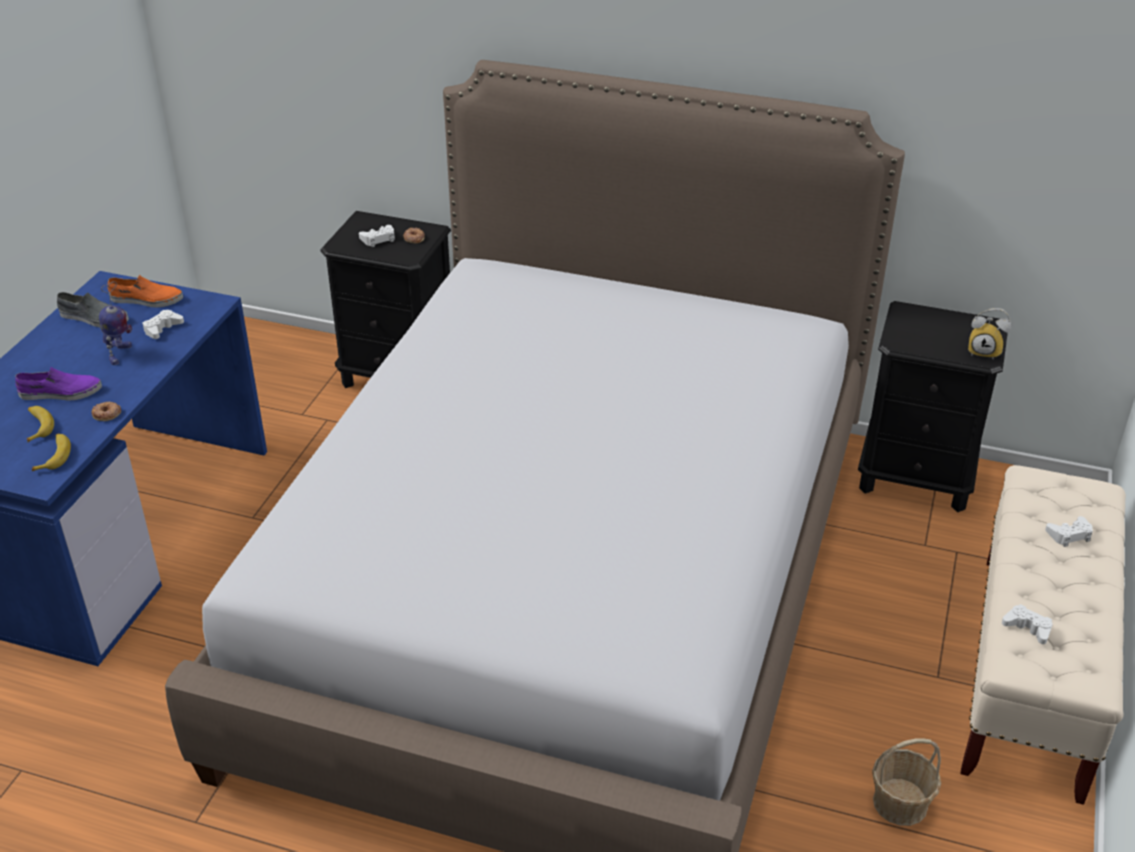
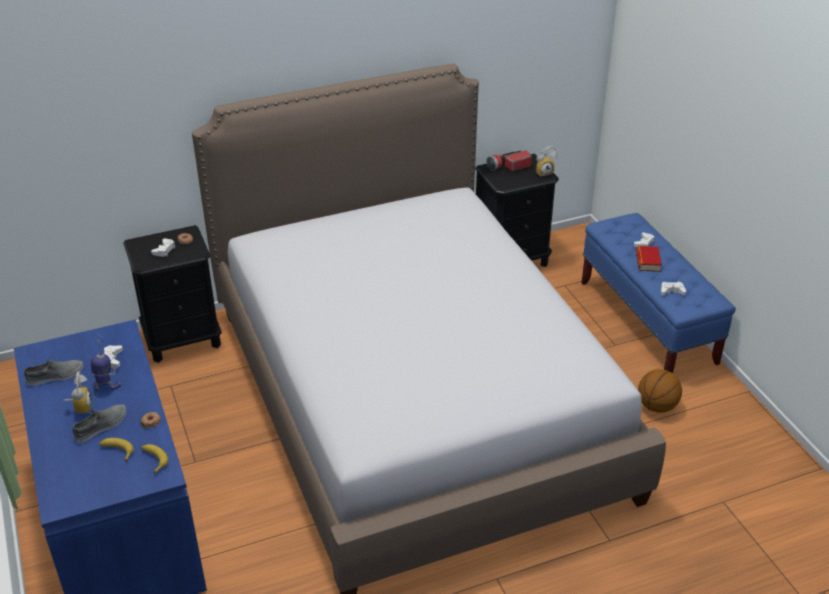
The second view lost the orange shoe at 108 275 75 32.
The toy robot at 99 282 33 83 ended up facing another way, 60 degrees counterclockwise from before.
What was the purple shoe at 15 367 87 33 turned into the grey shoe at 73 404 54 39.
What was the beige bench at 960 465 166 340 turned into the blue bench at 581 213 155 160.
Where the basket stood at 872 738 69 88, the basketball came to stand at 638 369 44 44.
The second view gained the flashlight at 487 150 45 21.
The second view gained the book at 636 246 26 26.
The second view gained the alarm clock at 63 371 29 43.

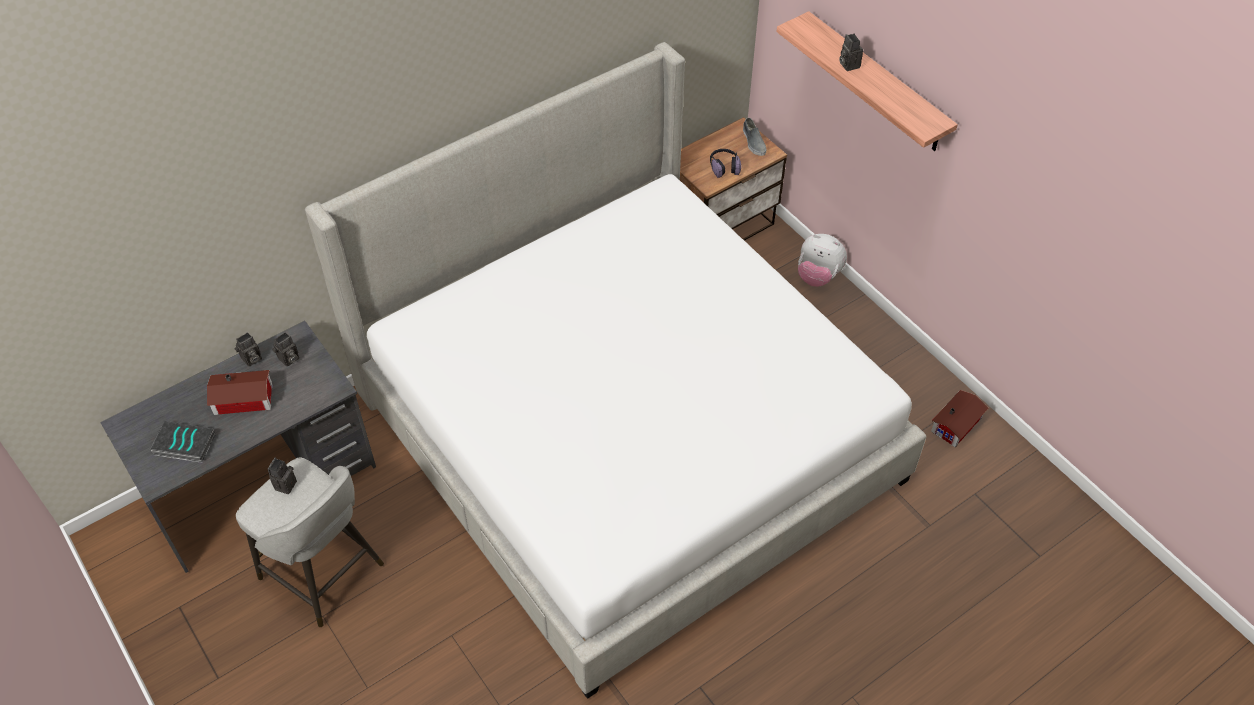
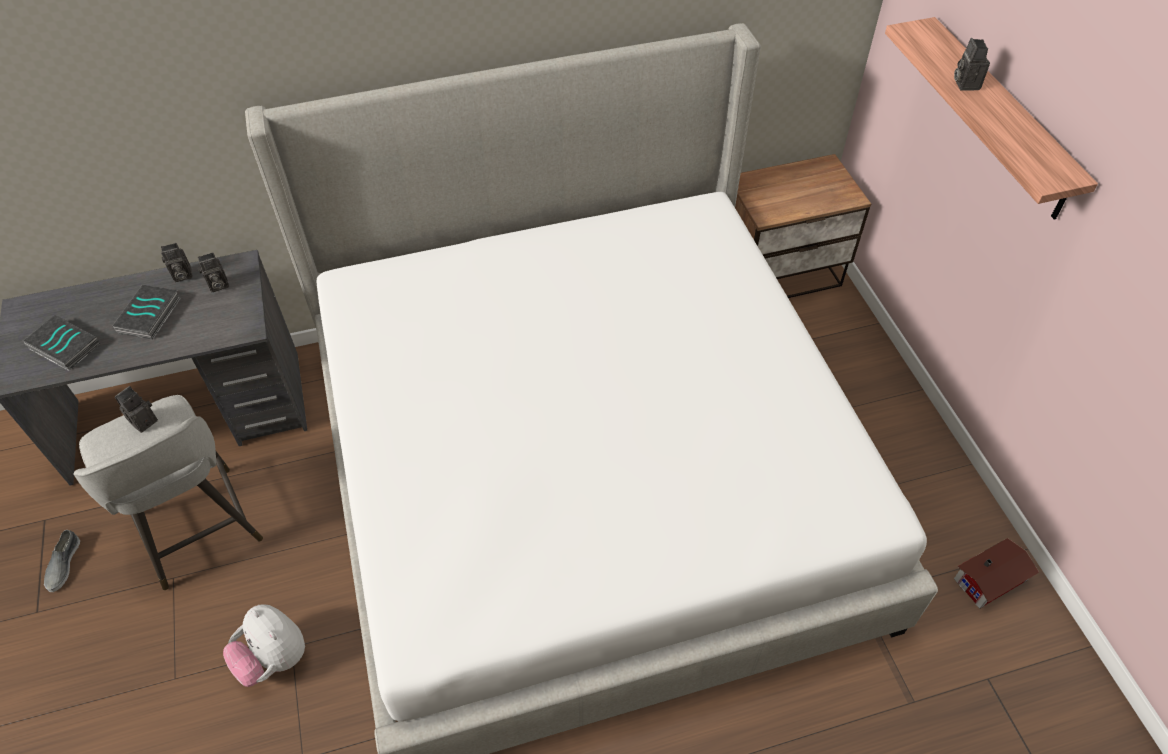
The grey shoe ended up elsewhere, having gone from 743 118 23 38 to 44 530 36 62.
The second view lost the headphones at 710 149 31 29.
The plush toy ended up elsewhere, having gone from 798 234 49 53 to 223 604 82 83.
Where the toy house stood at 207 370 65 45, the book came to stand at 113 285 68 55.

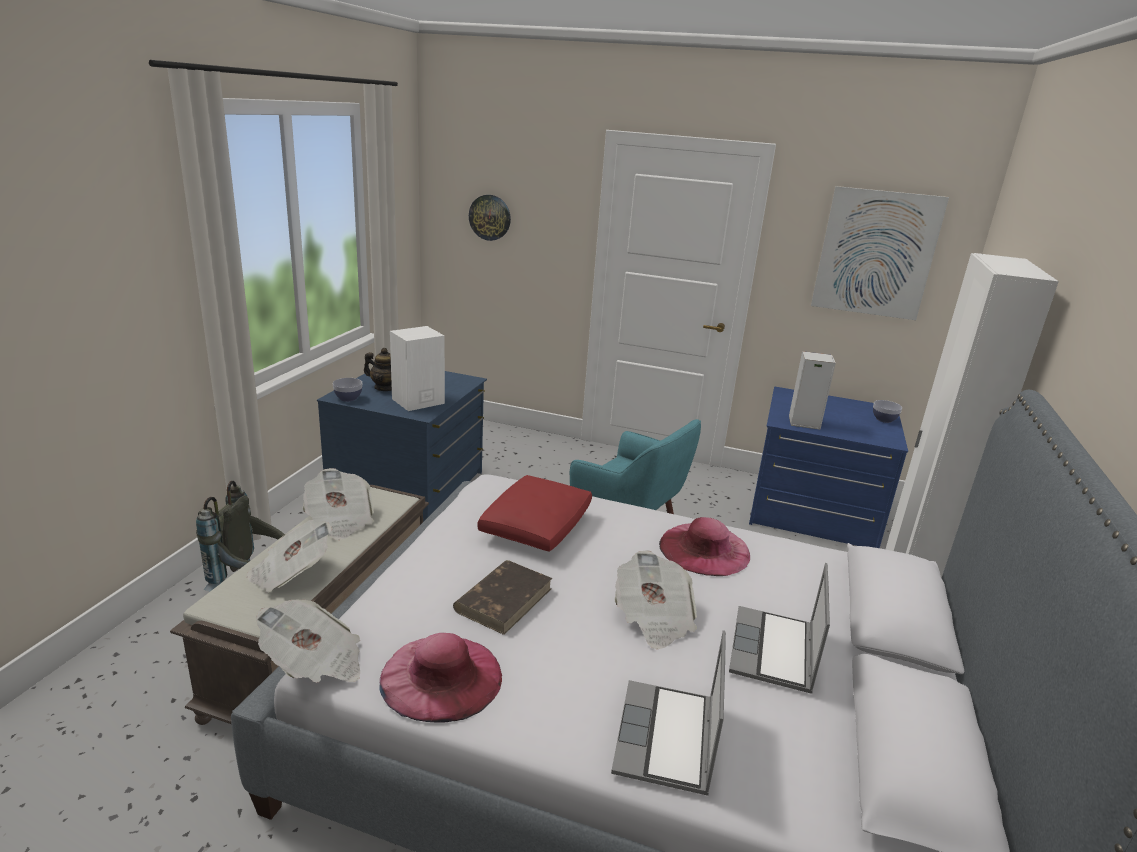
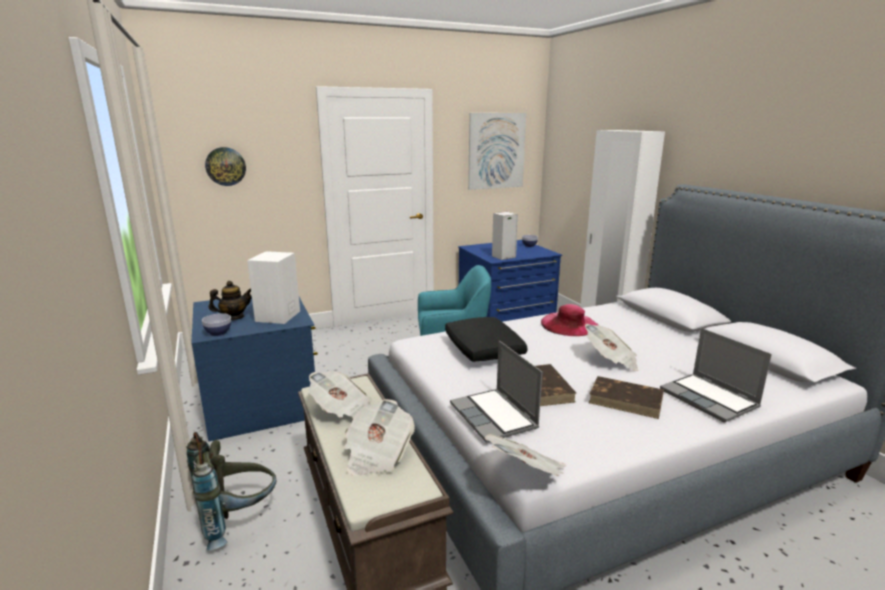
What was the red pillow at 477 475 115 77 turned into the black pillow at 445 317 82 45.
The laptop ended up elsewhere, having gone from 729 563 101 131 to 450 341 92 102.
The second view lost the pink hat at 379 633 123 90.
The second view gained the brown book at 589 376 75 43.

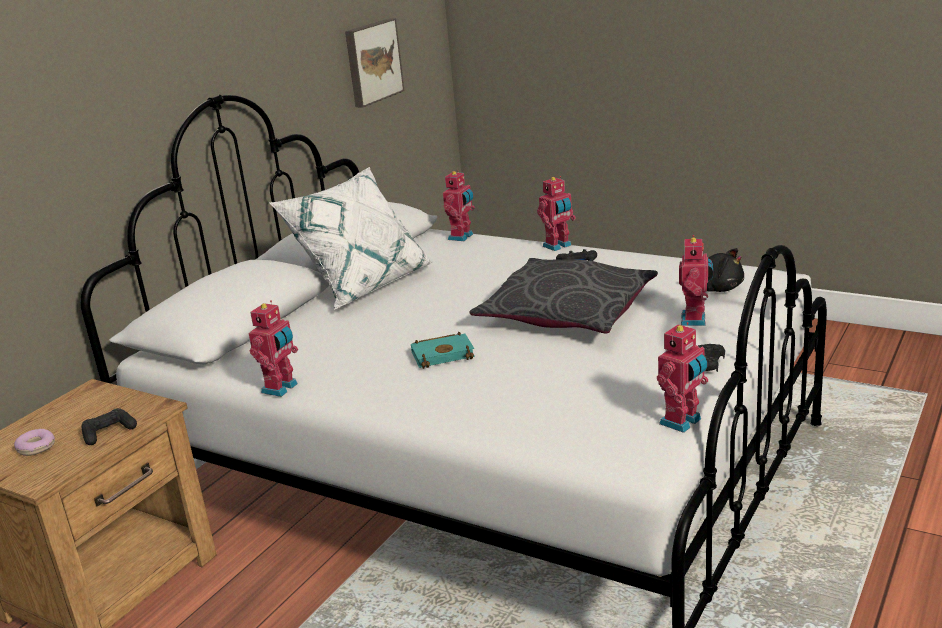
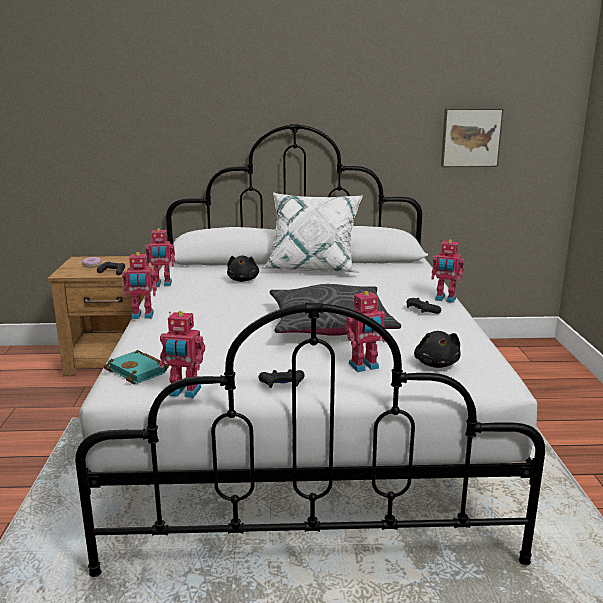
The toy robot ended up elsewhere, having gone from 443 170 32 71 to 122 252 35 67.
The turquoise book ended up elsewhere, having gone from 411 332 64 37 to 103 350 66 34.
The second view gained the black plush toy at 227 255 32 27.

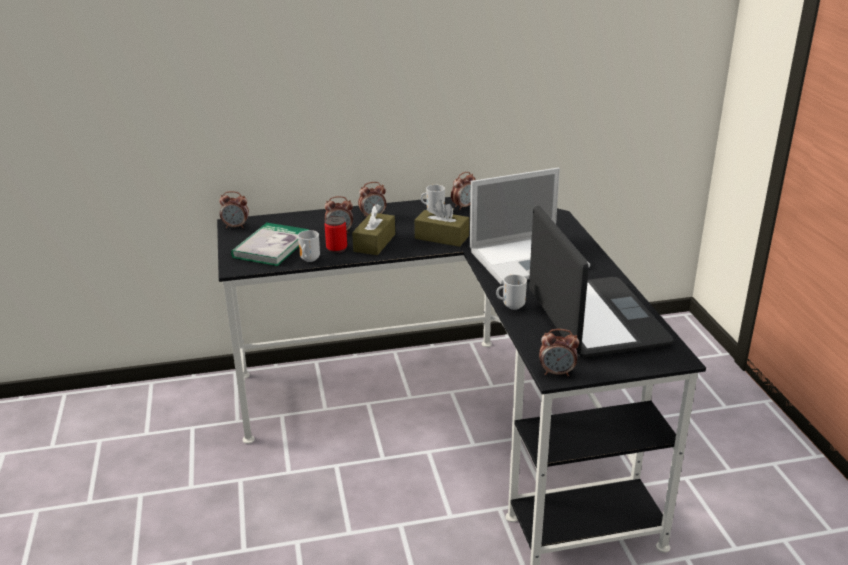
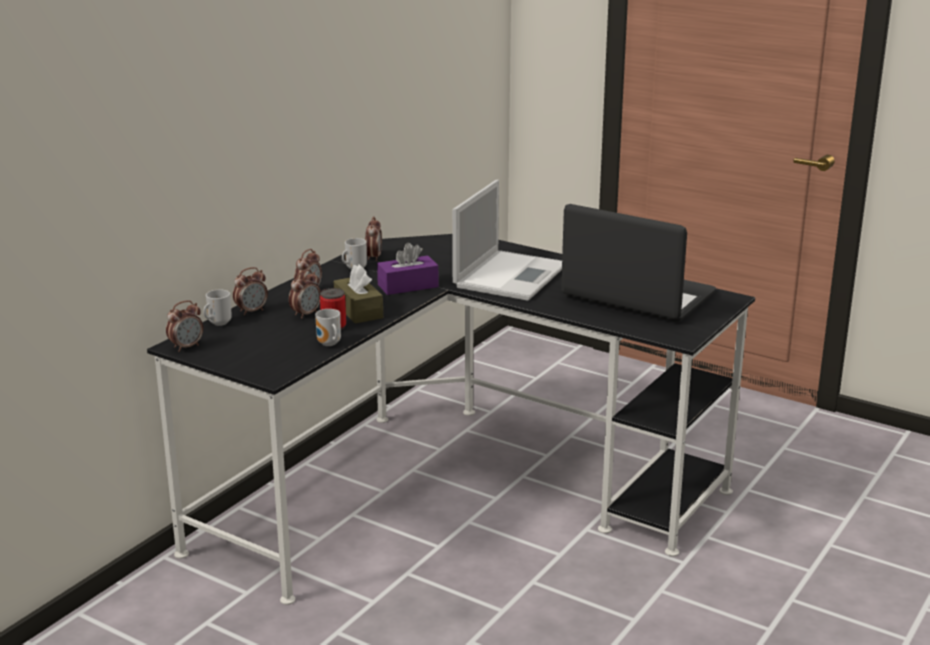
What was the brown tissue box at 415 200 54 47 turned into the purple tissue box at 377 243 62 52.
The second view lost the book at 231 223 78 43.
The mug ended up elsewhere, having gone from 496 275 31 35 to 203 290 29 36.
The alarm clock ended up elsewhere, having gone from 539 329 40 47 to 233 267 35 48.

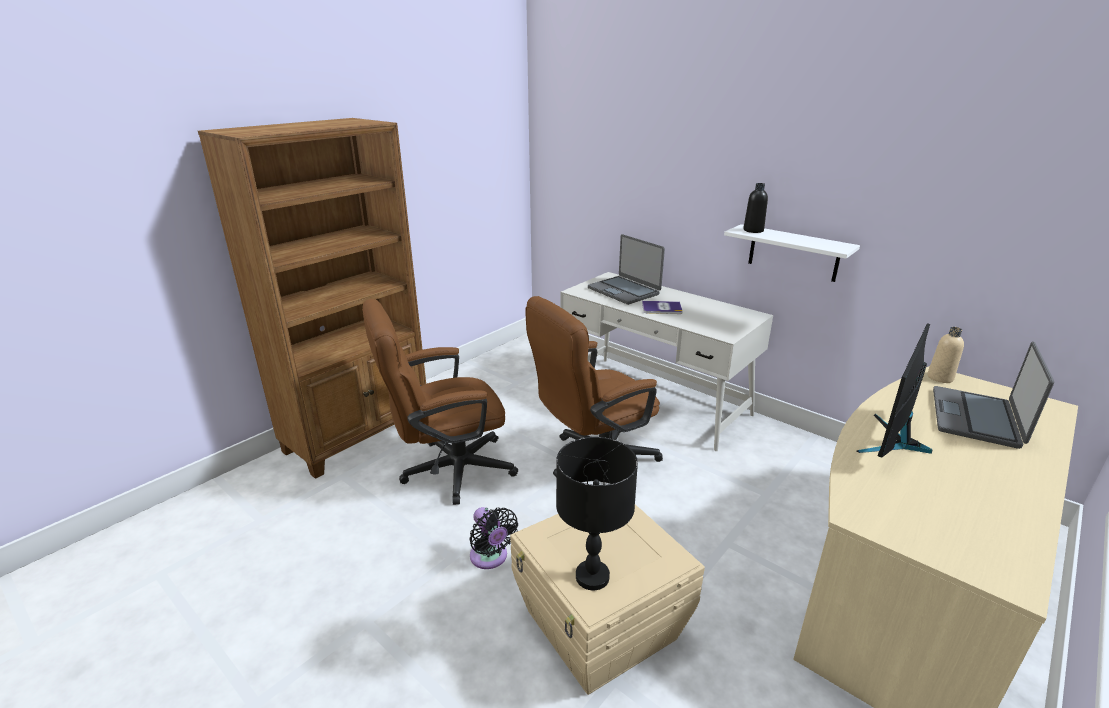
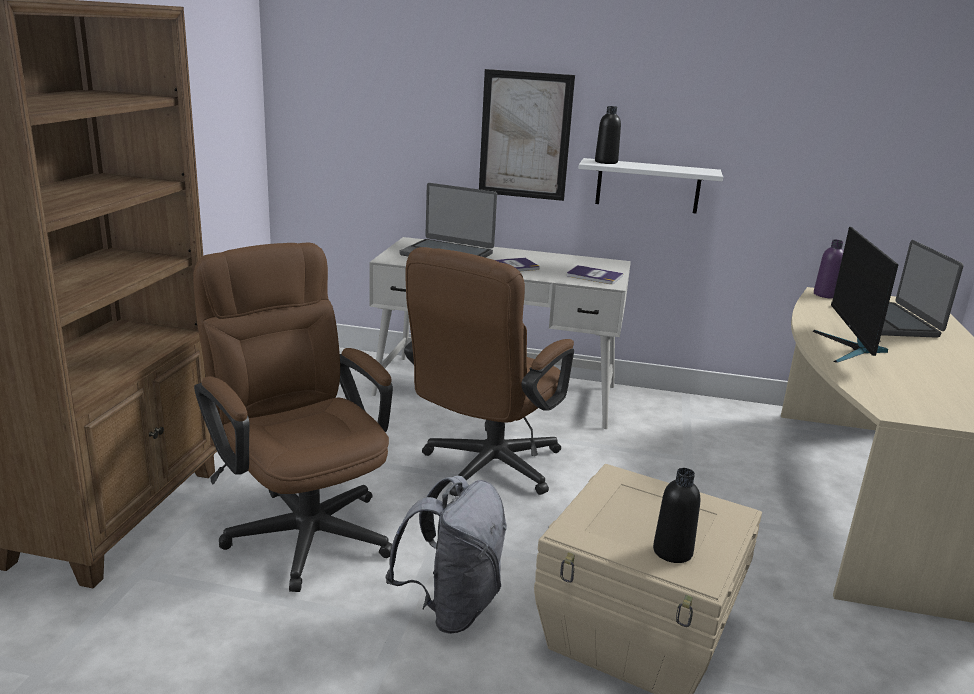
The brown office chair at 362 299 156 206 ended up facing another way, 105 degrees clockwise from before.
What was the beige bottle at 927 327 37 56 turned into the purple bottle at 814 240 30 58.
Where the black table lamp stood at 556 437 82 153, the black bottle came to stand at 653 468 47 95.
Where the black fan stood at 470 507 48 62, the grey backpack came to stand at 385 475 122 159.
The second view gained the picture at 479 69 96 132.
The second view gained the book at 567 265 56 19.

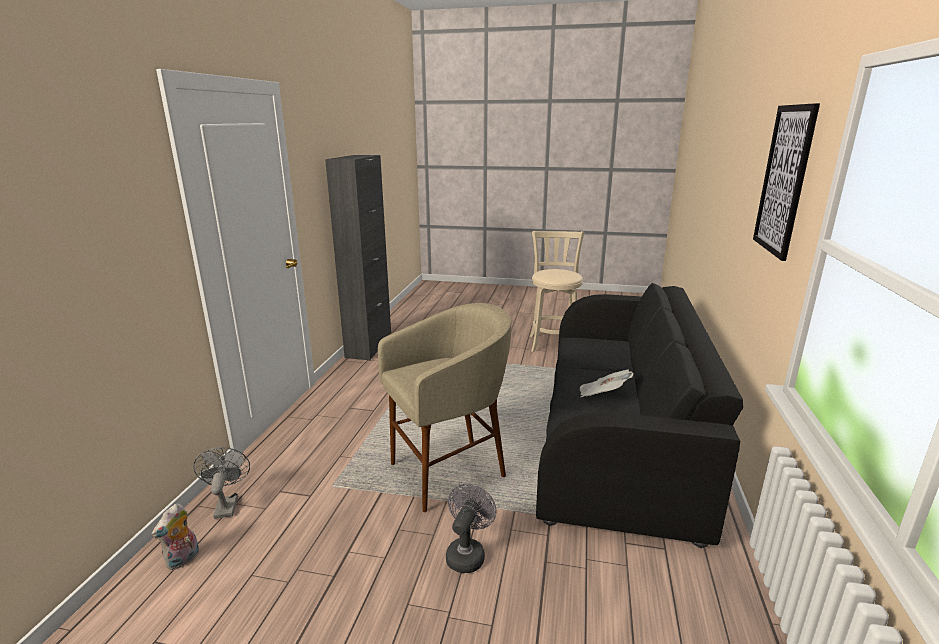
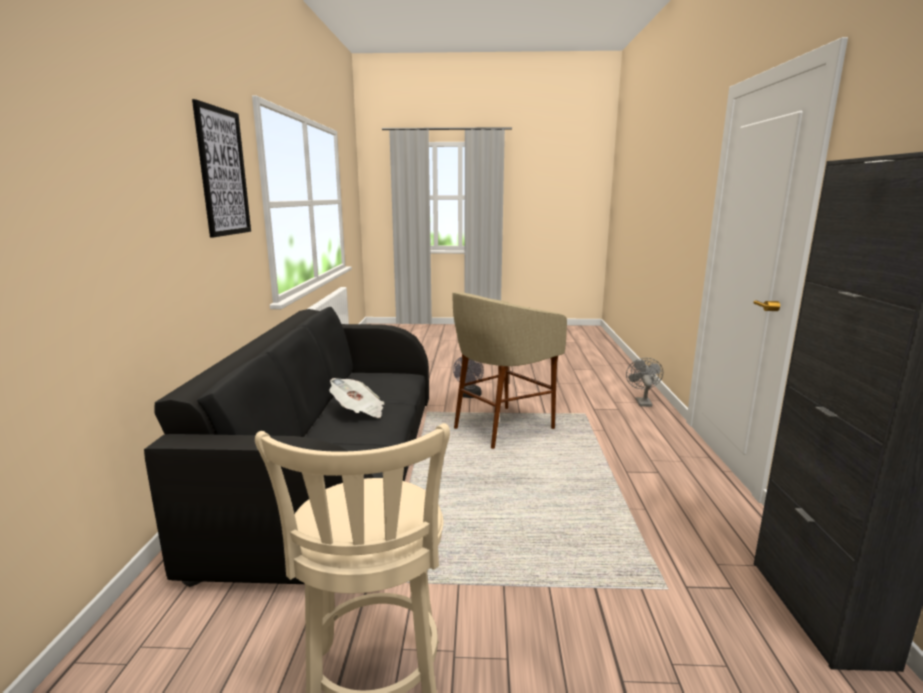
The grey fan at 193 447 57 72 ended up facing another way, 150 degrees counterclockwise from before.
The second view lost the plush toy at 151 504 48 66.

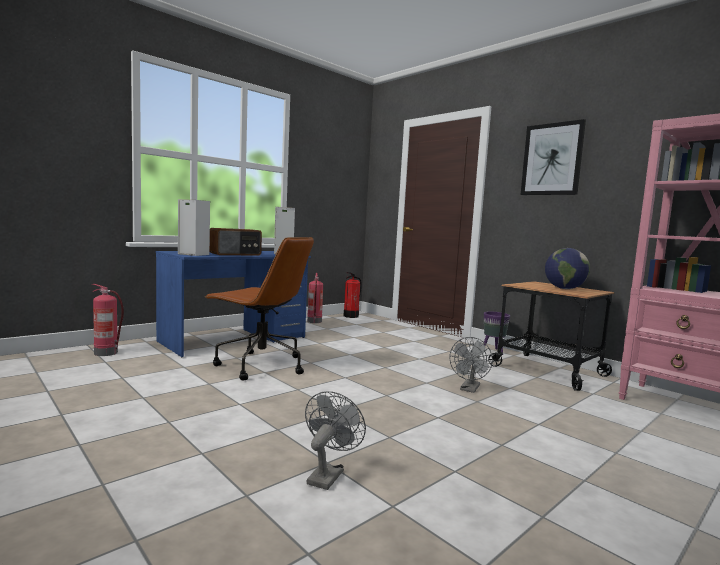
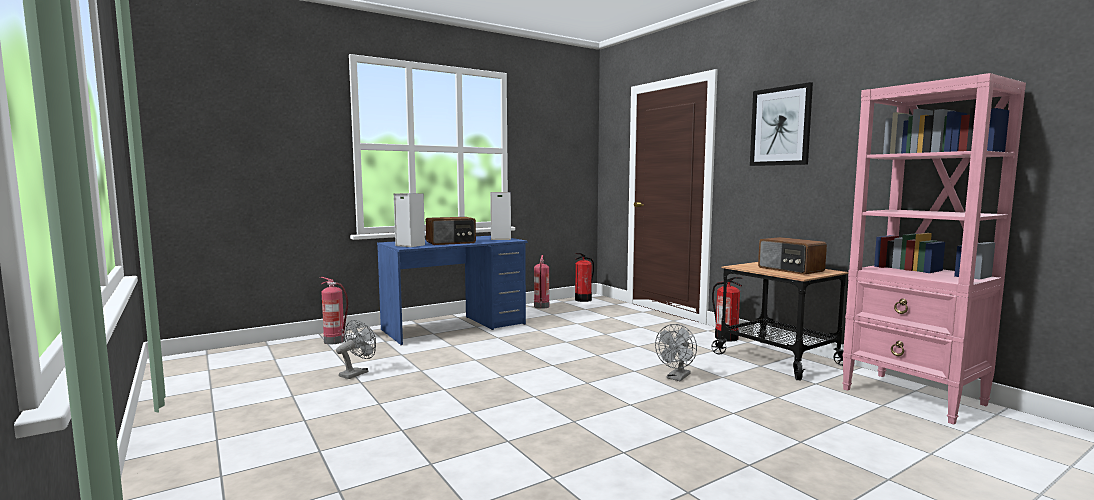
The second view lost the brown office chair at 205 237 109 144.
Where the globe stood at 545 248 45 41, the radio came to stand at 758 237 69 38.
Where the purple planter stood at 484 312 26 41, the fire extinguisher came to stand at 712 277 31 65.
The grey fan ended up elsewhere, having gone from 305 391 61 99 to 336 320 40 59.

